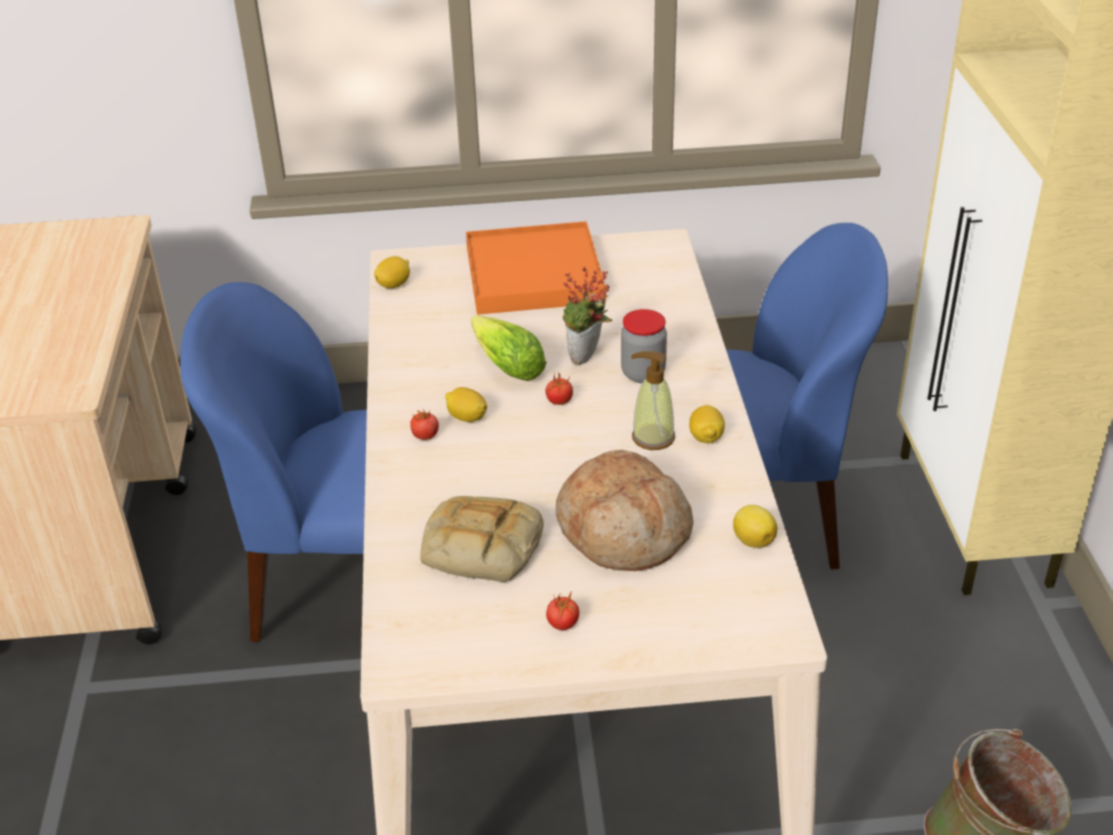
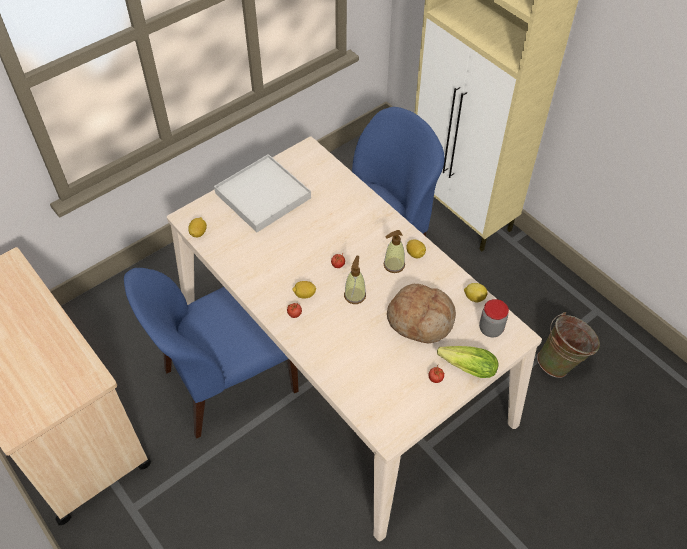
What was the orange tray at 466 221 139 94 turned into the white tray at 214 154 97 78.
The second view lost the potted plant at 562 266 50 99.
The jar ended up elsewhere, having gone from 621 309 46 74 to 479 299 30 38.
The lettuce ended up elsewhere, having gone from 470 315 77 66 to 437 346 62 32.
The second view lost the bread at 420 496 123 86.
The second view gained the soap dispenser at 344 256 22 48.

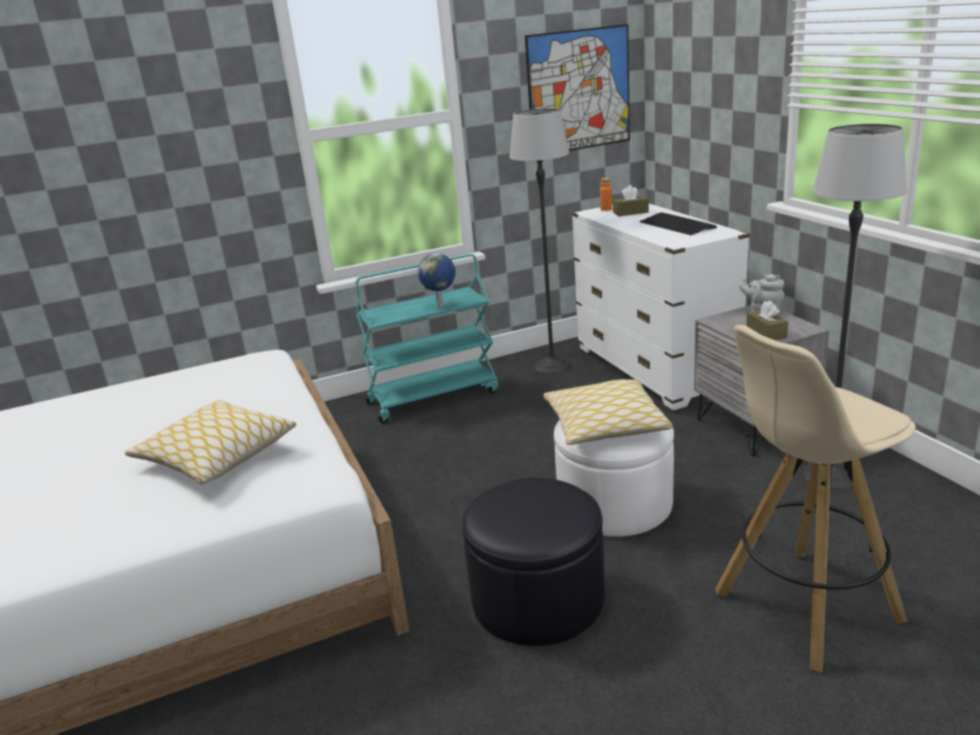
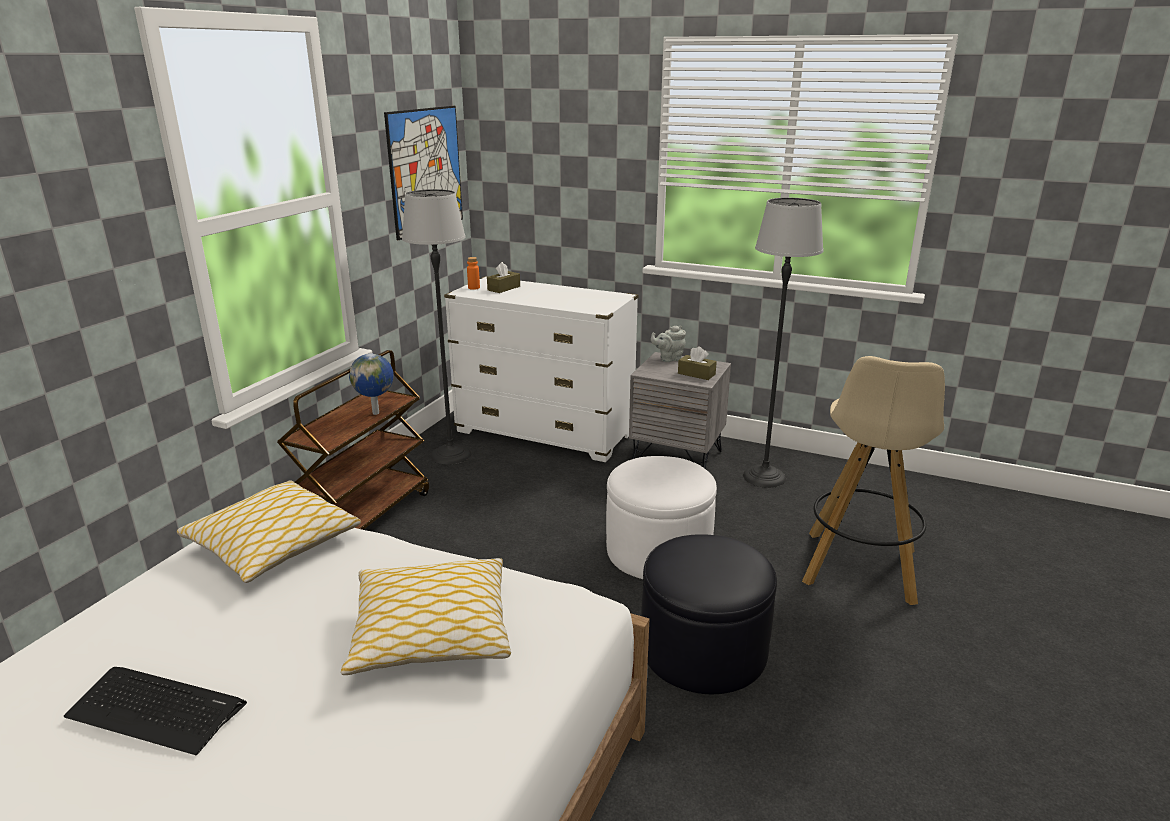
The keyboard ended up elsewhere, having gone from 640 212 77 23 to 64 667 183 88.
What was the turquoise cart at 355 254 143 169 turned into the brown cart at 277 350 152 180.
The pillow ended up elsewhere, having gone from 543 379 130 66 to 177 480 184 103.

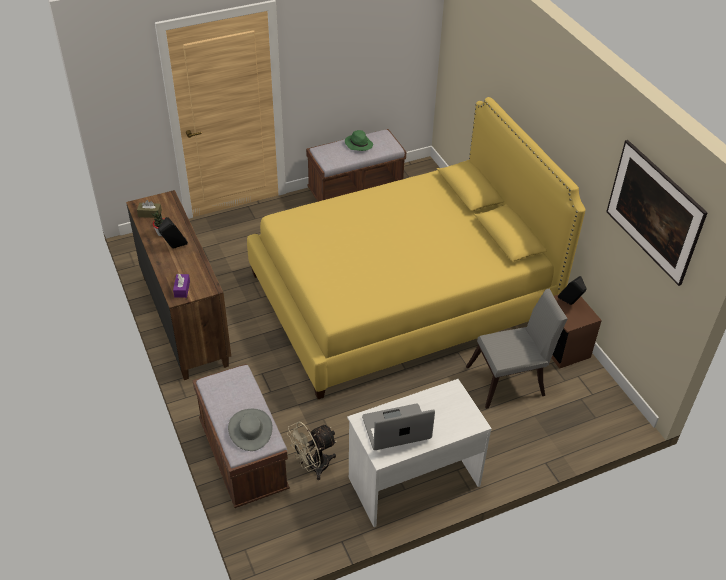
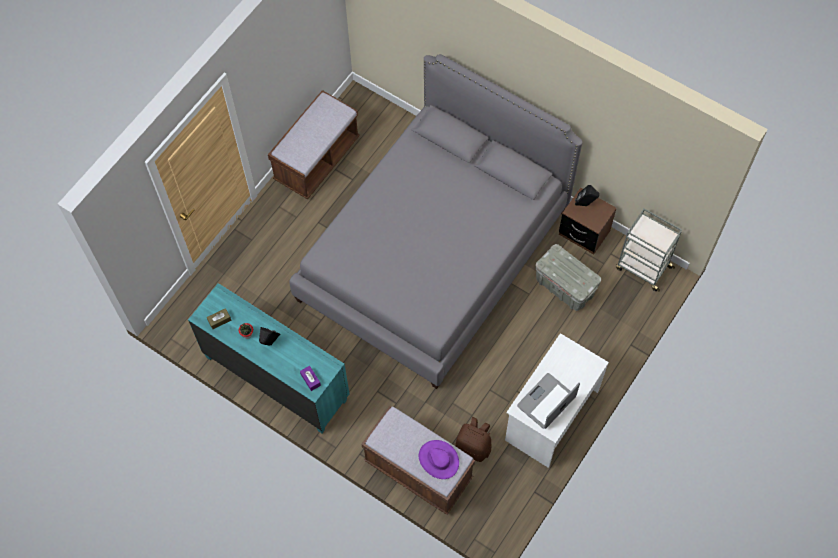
What was the yellow bed at 247 97 338 302 turned into the grey bed at 289 54 294 335.
The second view lost the green hat at 345 130 28 21.
The second view lost the picture at 606 140 102 146.
What was the brown dresser at 126 190 105 190 turned into the turquoise dresser at 188 283 161 150.
Where the grey chair stood at 466 289 102 120, the grey storage box came to stand at 536 244 65 67.
What was the grey hat at 228 409 45 42 turned into the purple hat at 418 440 41 39.
Where the beige fan stood at 287 422 50 58, the brown backpack came to stand at 455 417 37 45.
The second view gained the grey cart at 616 208 66 84.

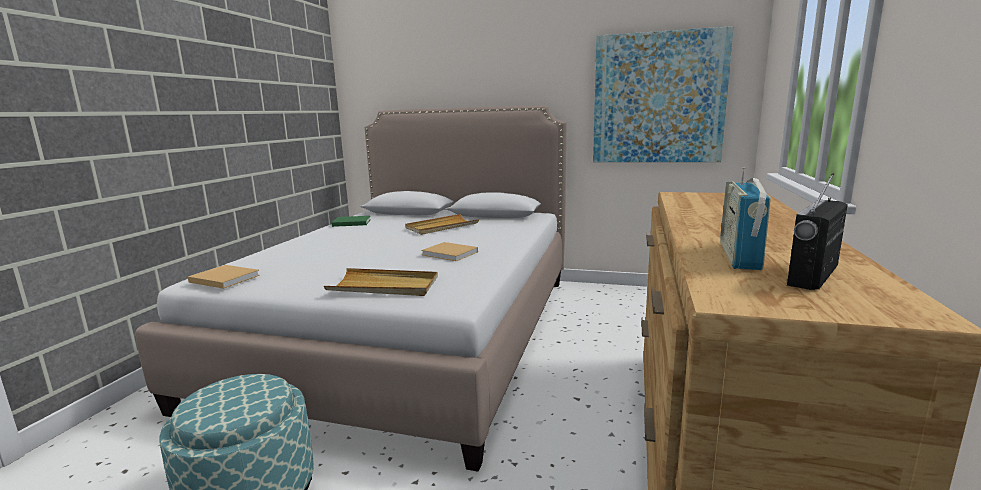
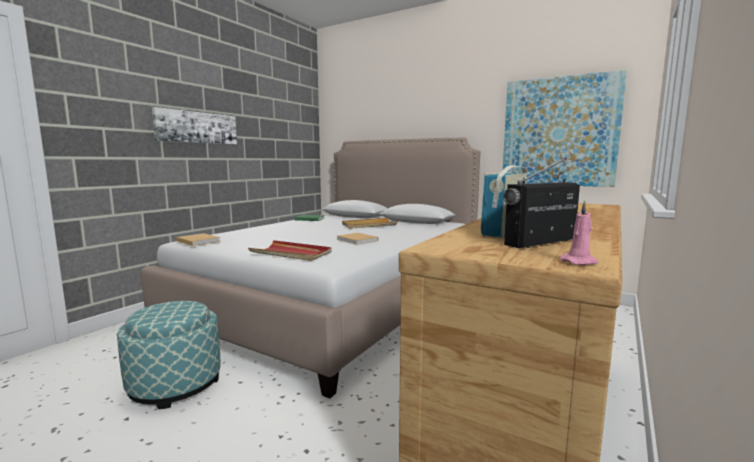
What was the beige tray at 324 268 114 28 turned into the red tray at 248 240 84 21.
The second view gained the picture at 152 107 85 37.
The second view gained the pink candle at 560 201 38 64.

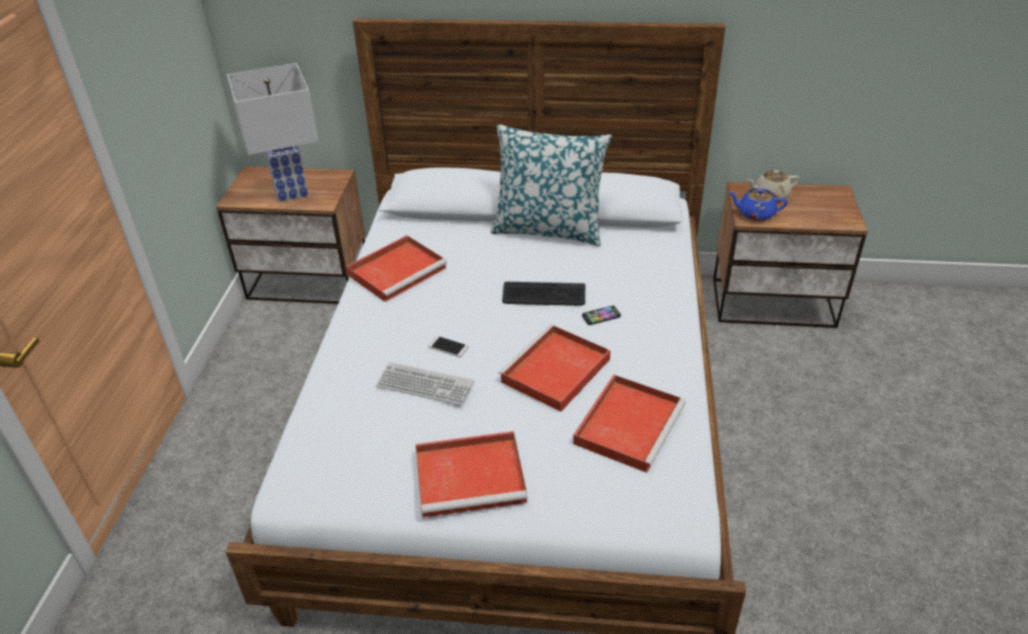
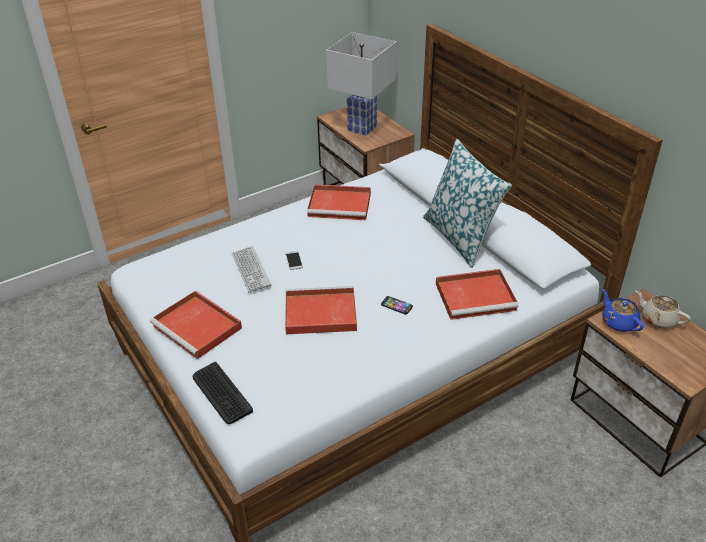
The keyboard ended up elsewhere, having gone from 502 282 83 24 to 193 362 60 62.
The red tray ended up elsewhere, having gone from 573 375 113 98 to 436 269 82 51.

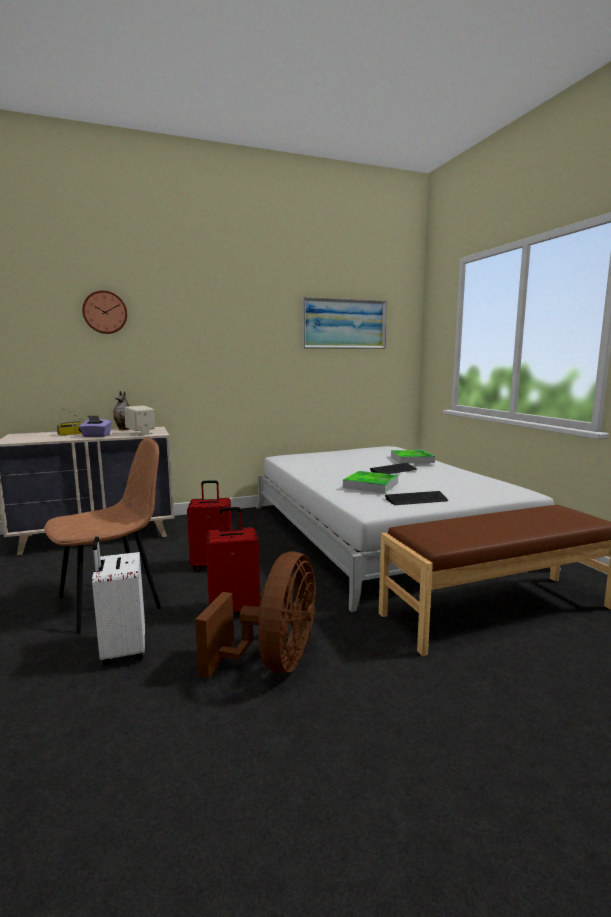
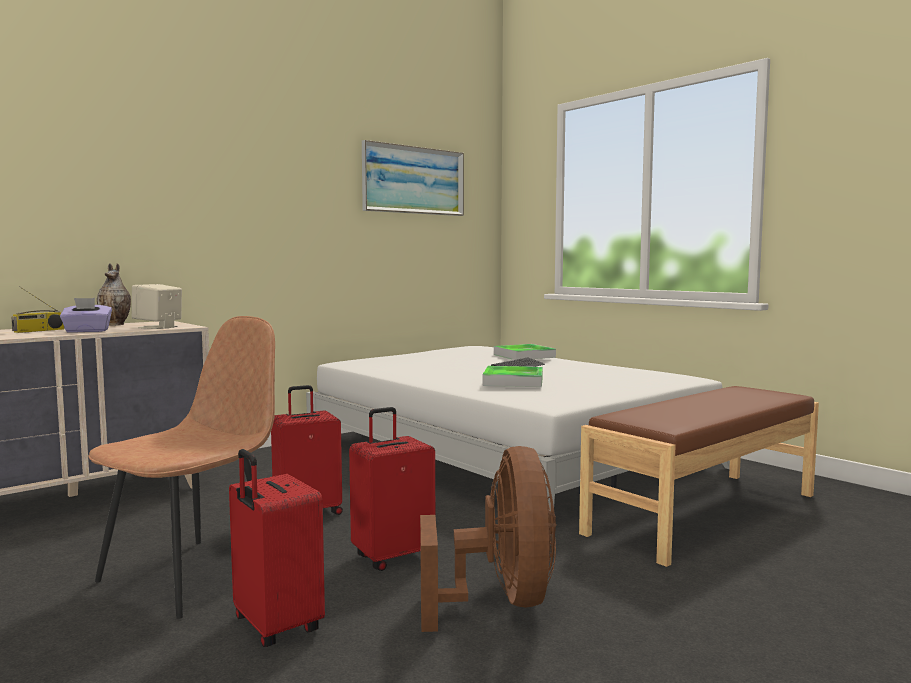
The second view lost the wall clock at 82 290 45 44.
The second view lost the keyboard at 385 491 63 14.
What was the white suitcase at 92 536 53 130 turned into the red suitcase at 229 449 96 198.

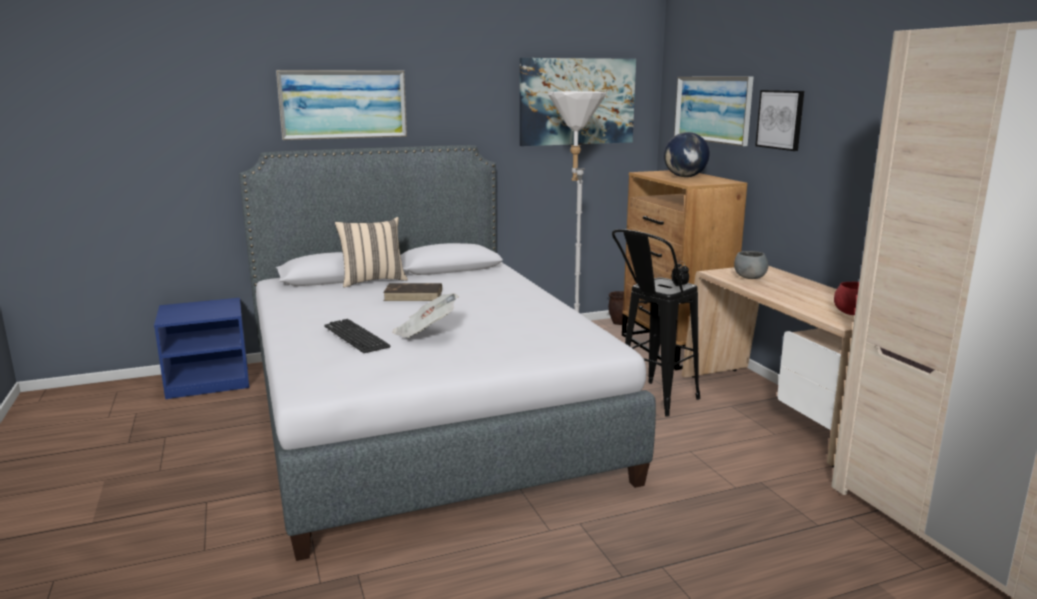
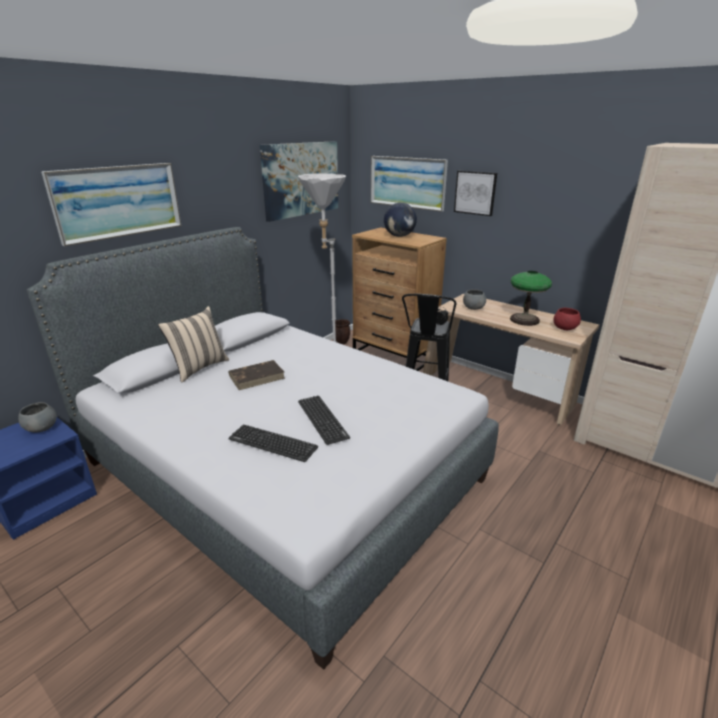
Where the newspaper stood at 392 293 67 46, the keyboard came to stand at 298 395 52 50.
The second view gained the table lamp at 510 271 42 55.
The second view gained the grey bowl at 18 402 39 31.

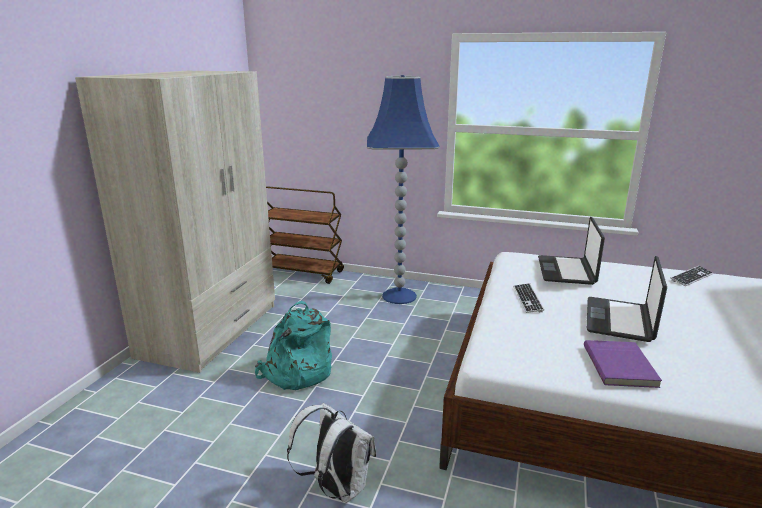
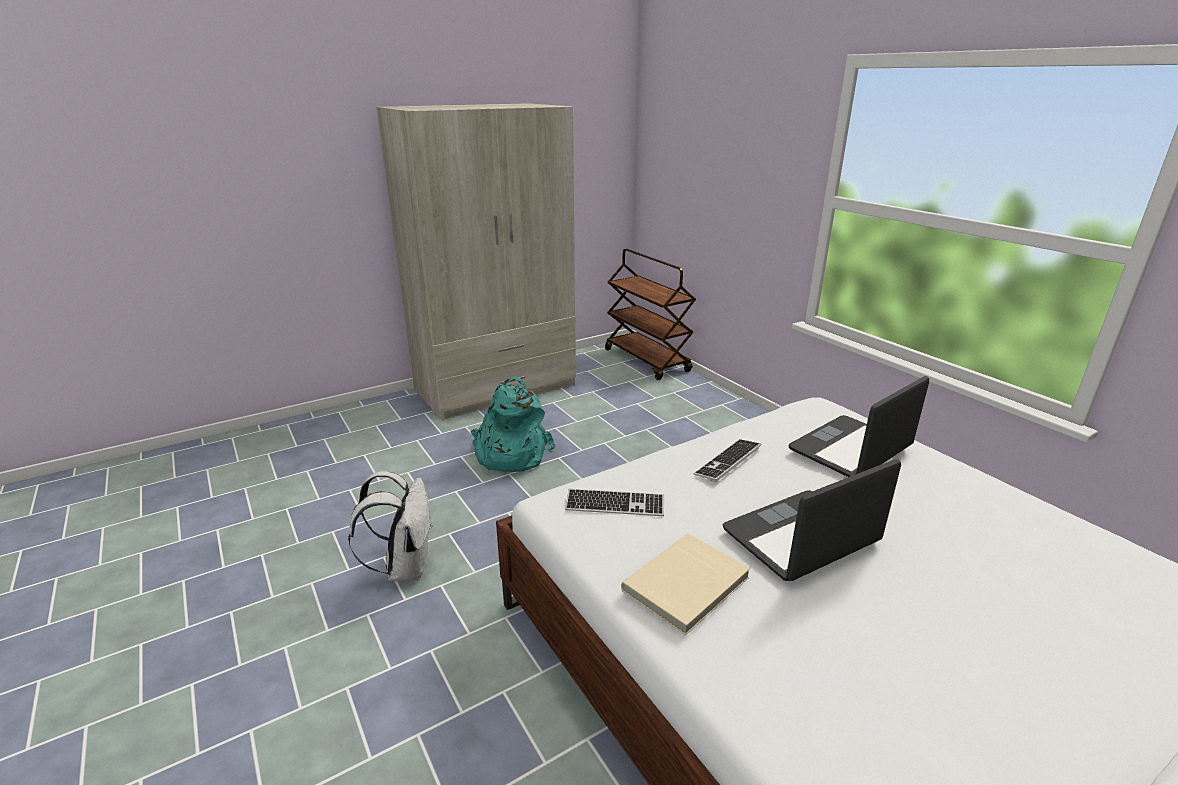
The second view lost the blue floor lamp at 367 75 73 229.
The keyboard ended up elsewhere, having gone from 670 266 44 20 to 565 488 99 28.
What was the purple book at 584 340 78 48 turned into the beige book at 621 534 129 101.

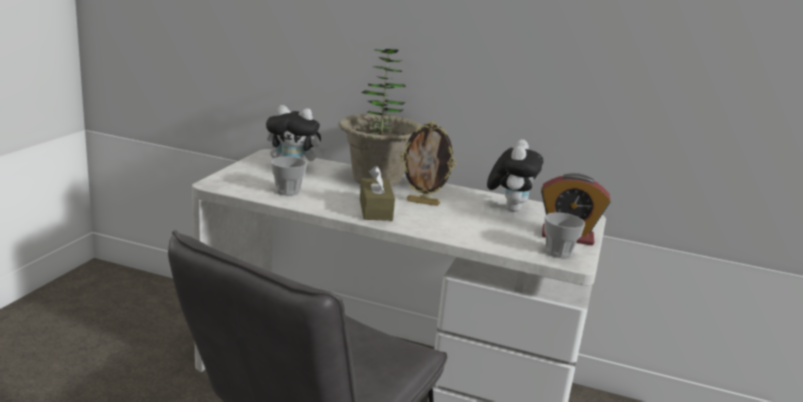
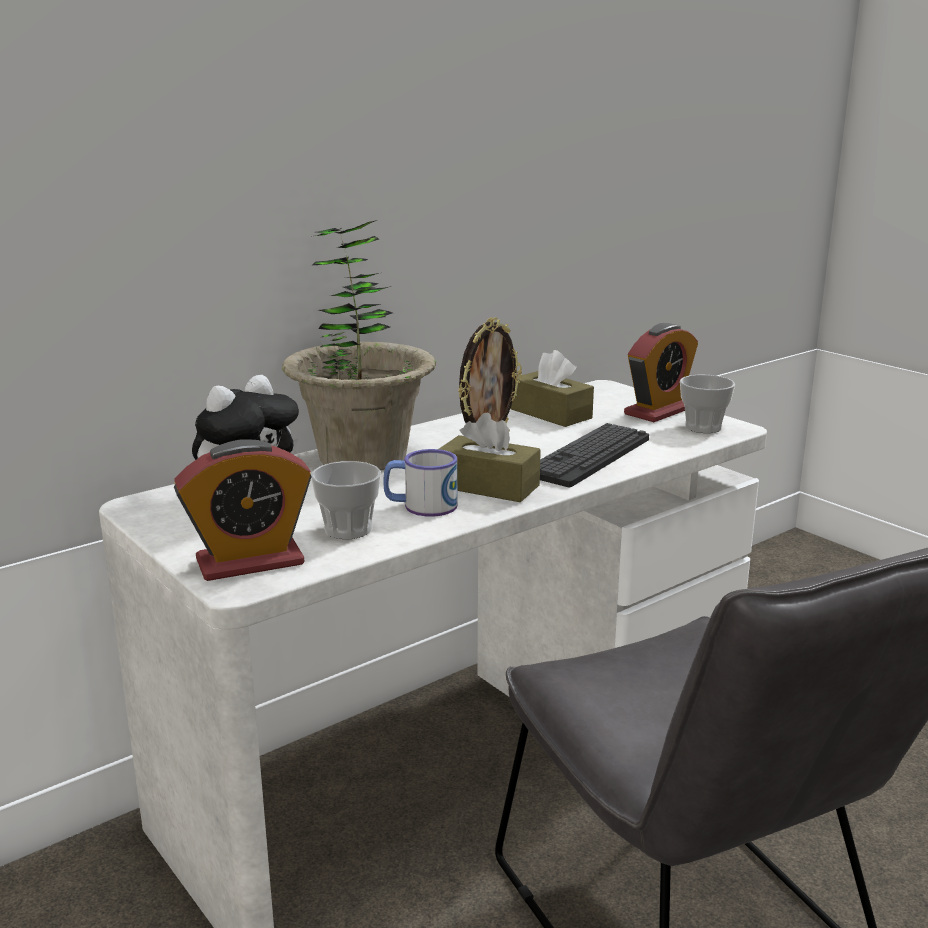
Where the plush toy stood at 487 139 56 73, the brown tissue box came to stand at 511 350 83 77.
The second view gained the keyboard at 540 423 109 64.
The second view gained the alarm clock at 174 439 138 142.
The second view gained the mug at 383 449 74 68.

